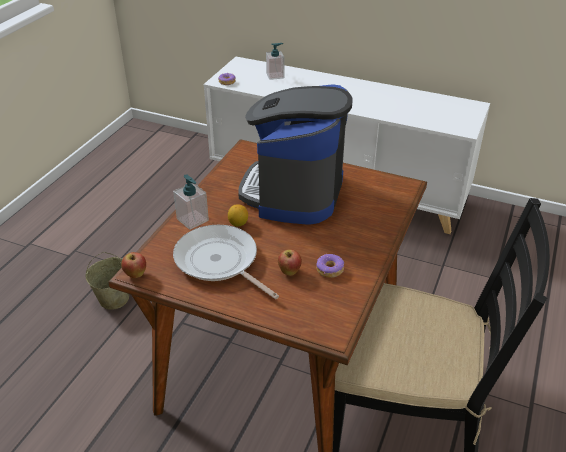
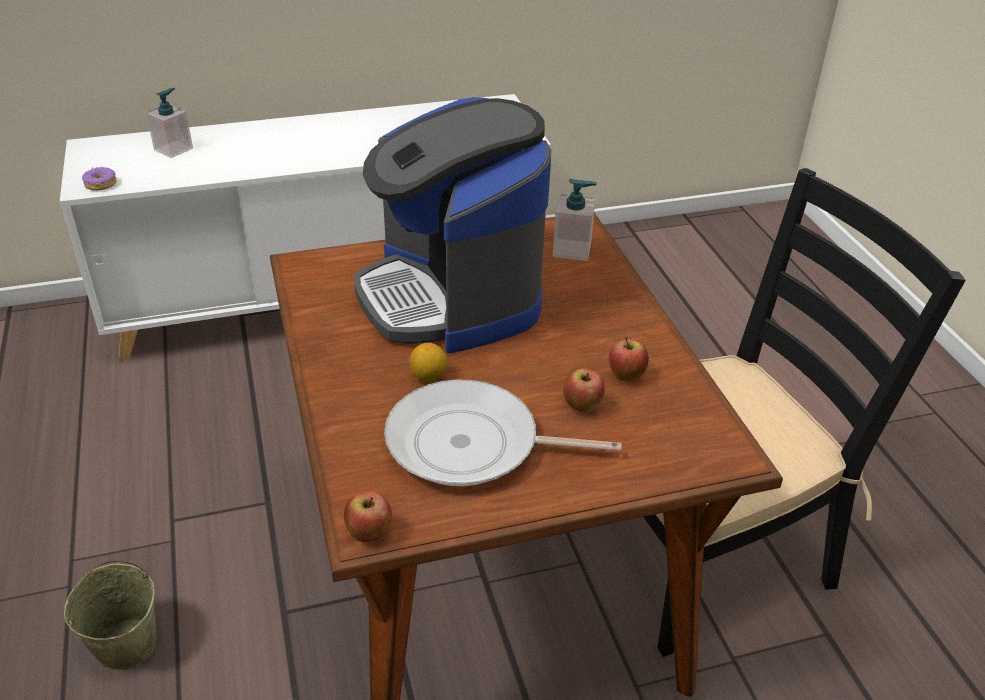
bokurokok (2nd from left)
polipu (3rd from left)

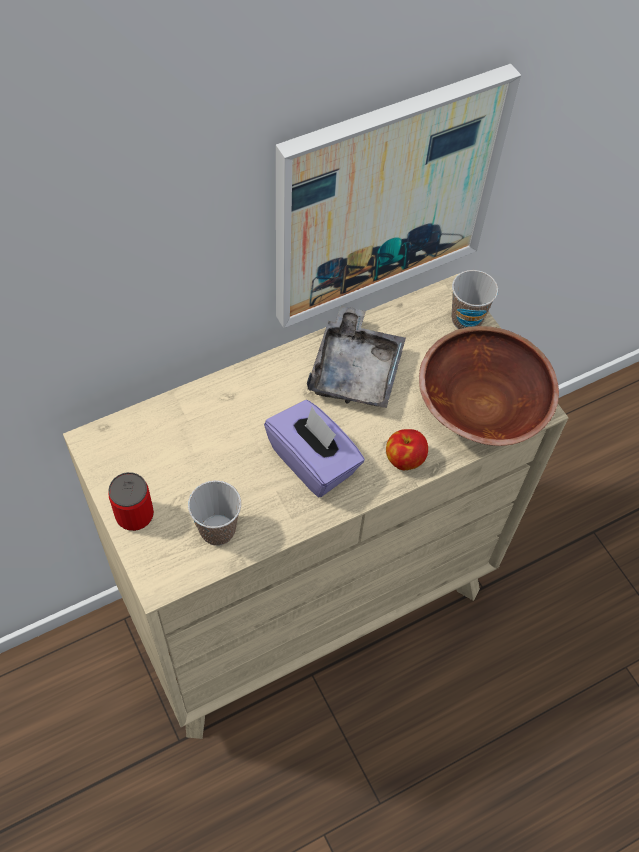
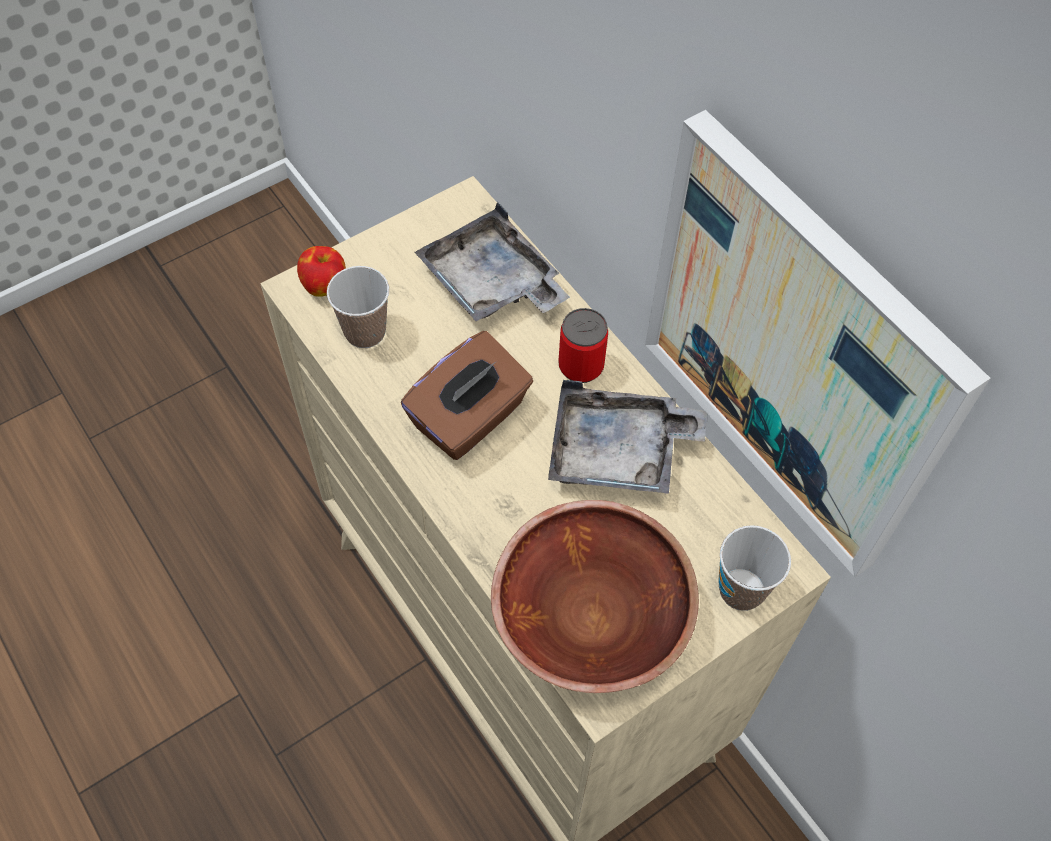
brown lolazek
polipu
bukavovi
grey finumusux (1st from left)

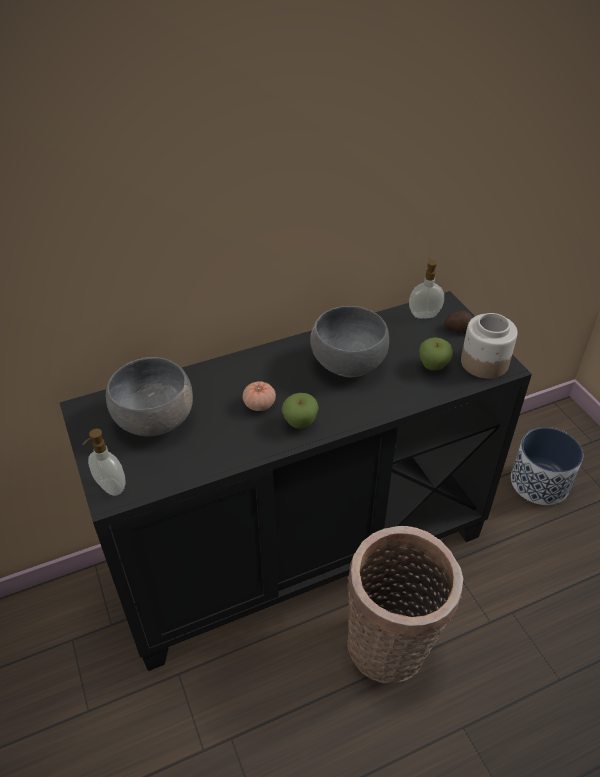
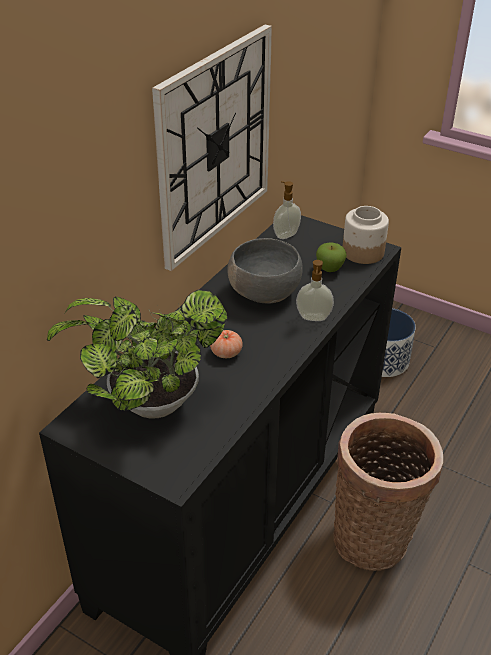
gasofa
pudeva
polipu (1st from left in the first image)
bokurokok (2nd from left)
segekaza

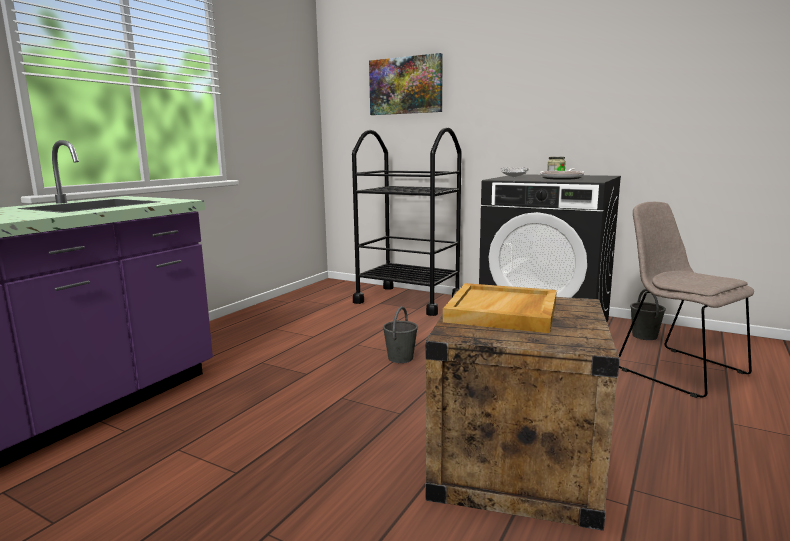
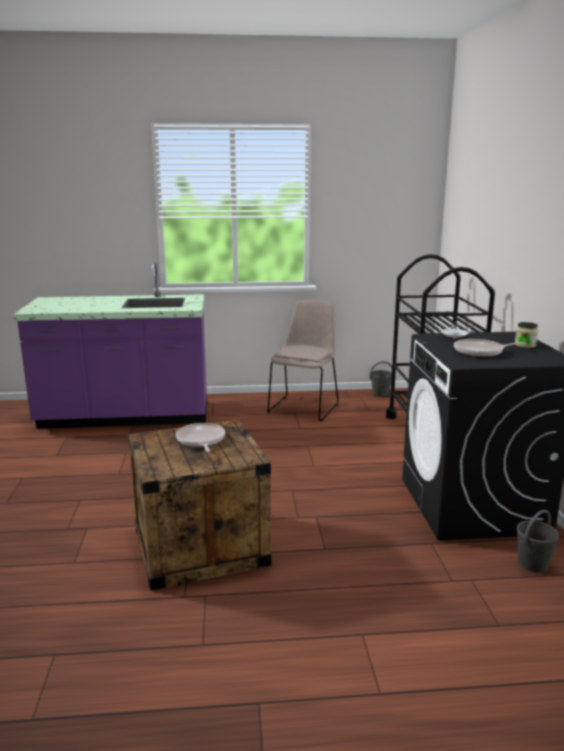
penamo
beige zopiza
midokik (1st from left)
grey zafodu (1st from left)

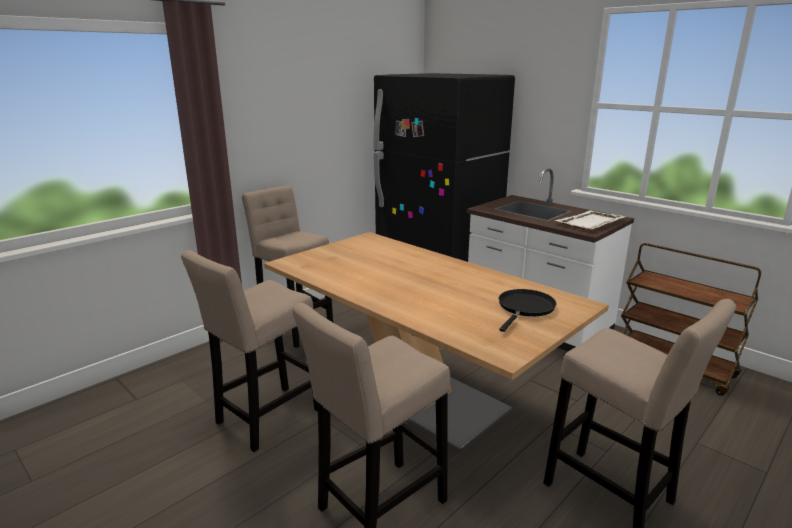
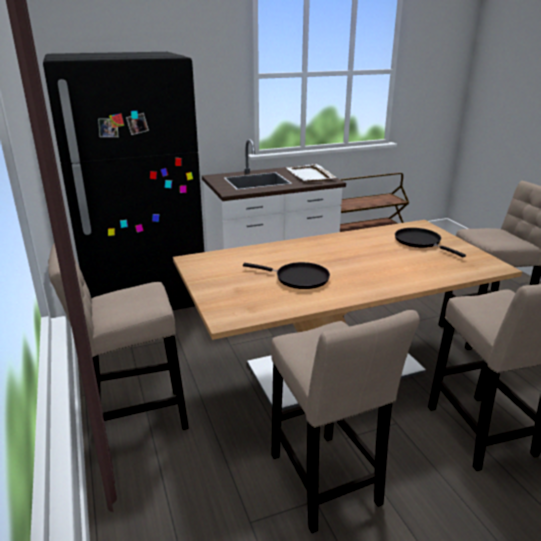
black midokik (1st from left)

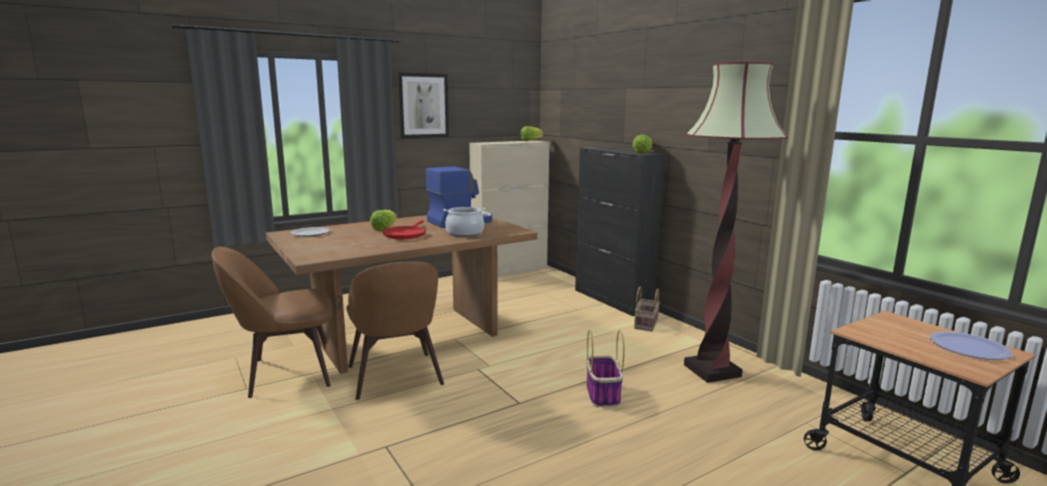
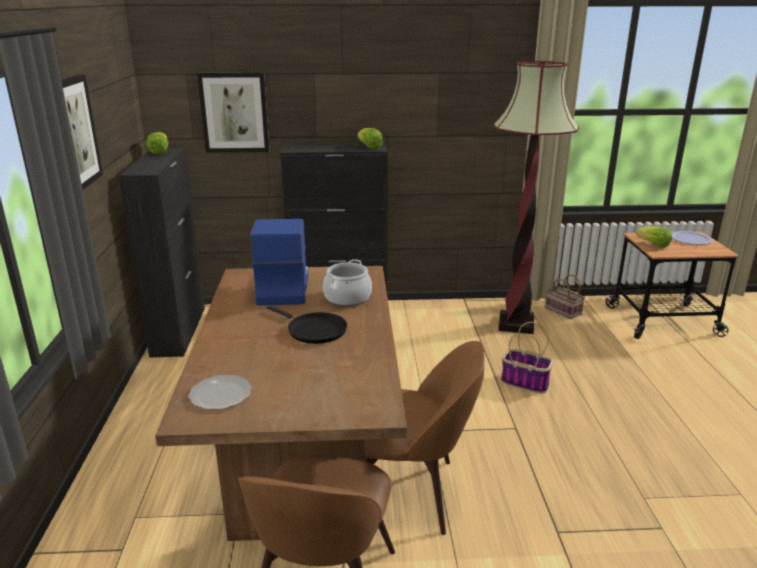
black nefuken (1st from left)
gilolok (3rd from left)
black midokik
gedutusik (2nd from left)
penamo (2nd from left)

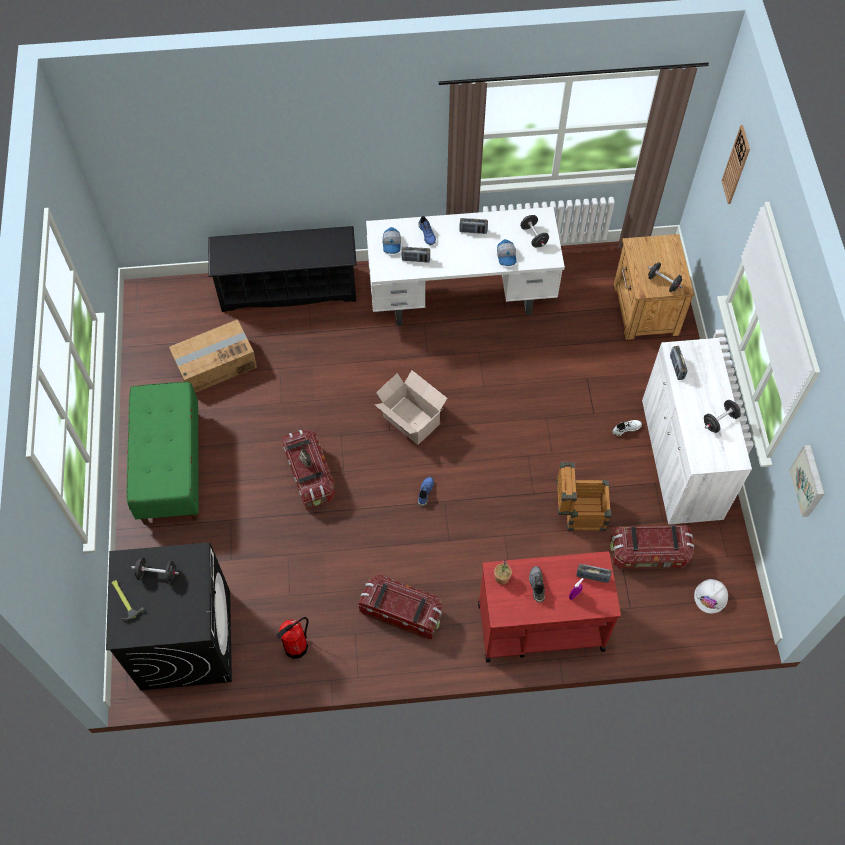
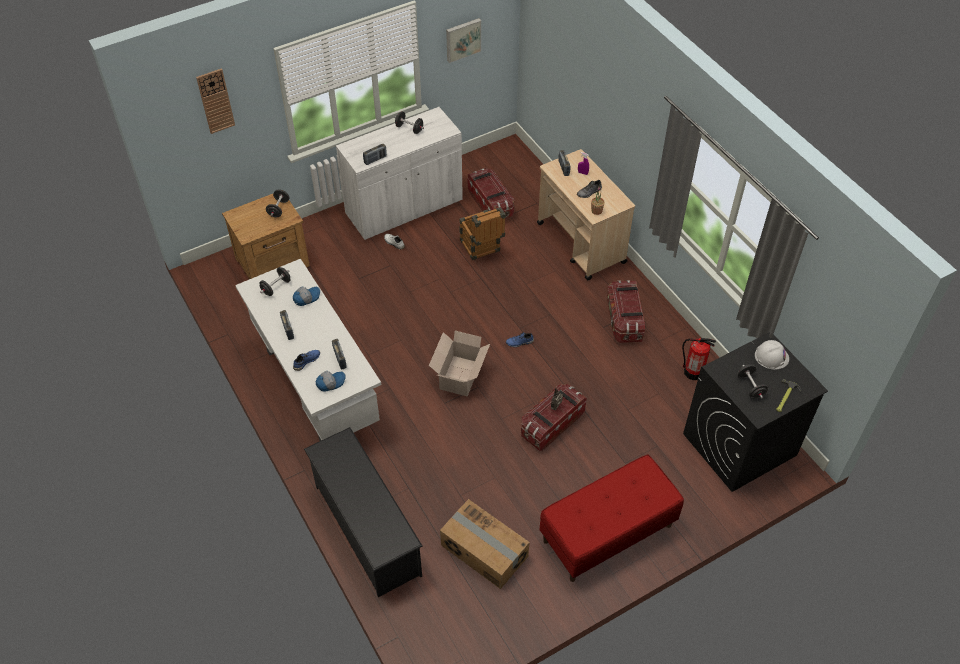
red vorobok
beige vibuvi
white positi

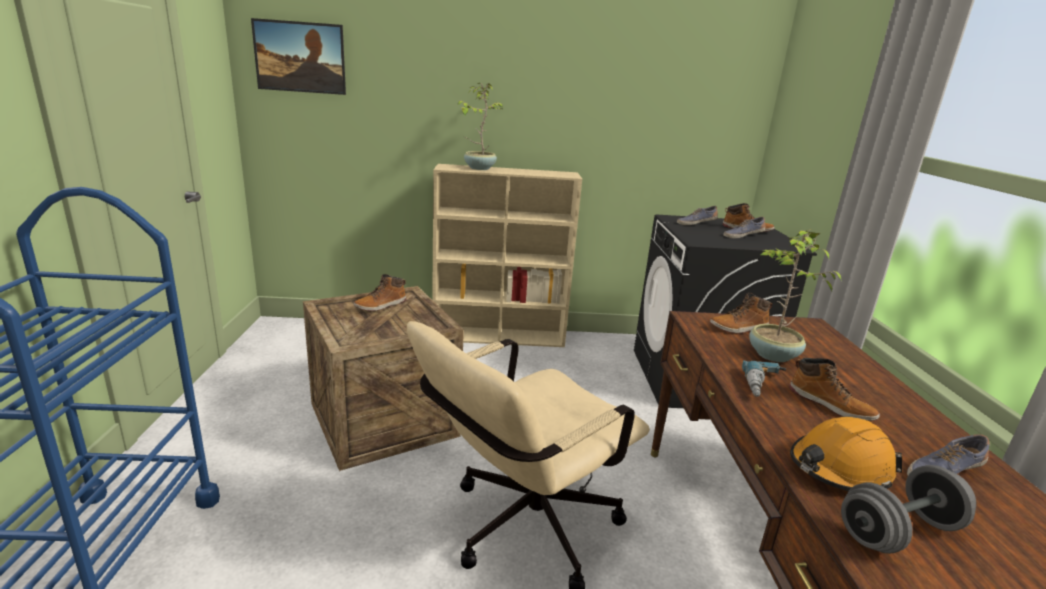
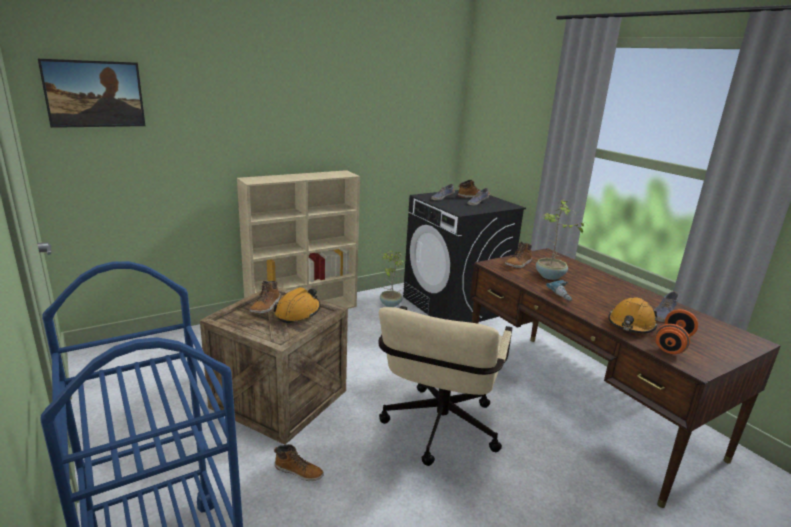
pudeva (1st from left)
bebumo (2nd from left)
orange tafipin
orange positi (1st from left)

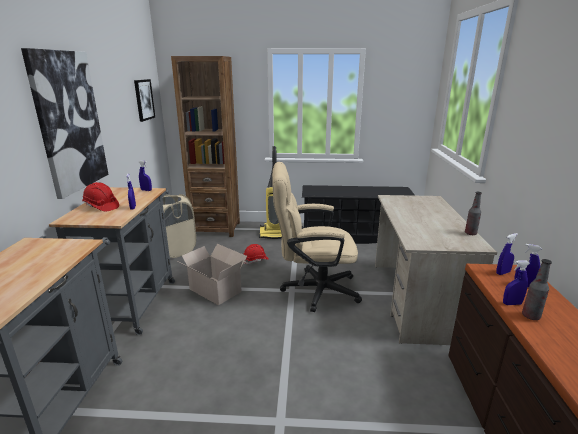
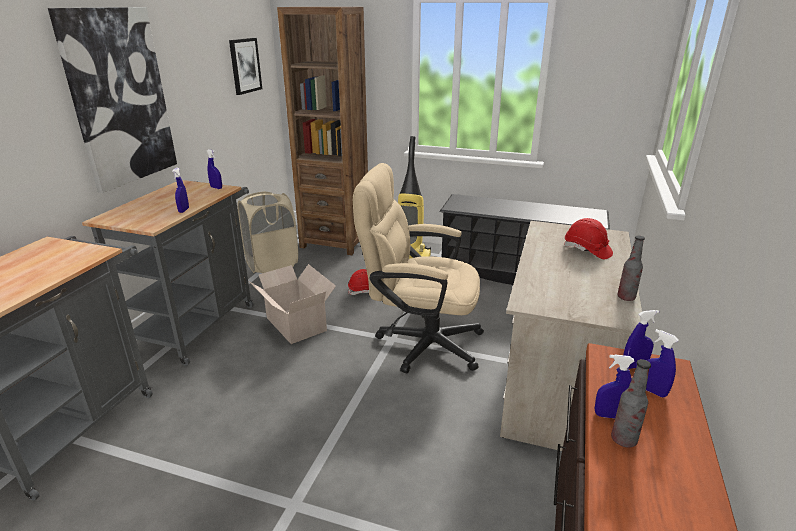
red positi (2nd from left)

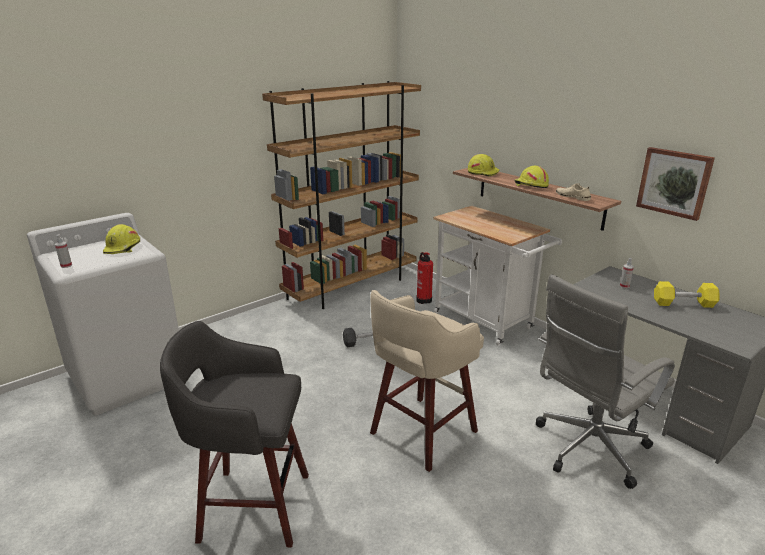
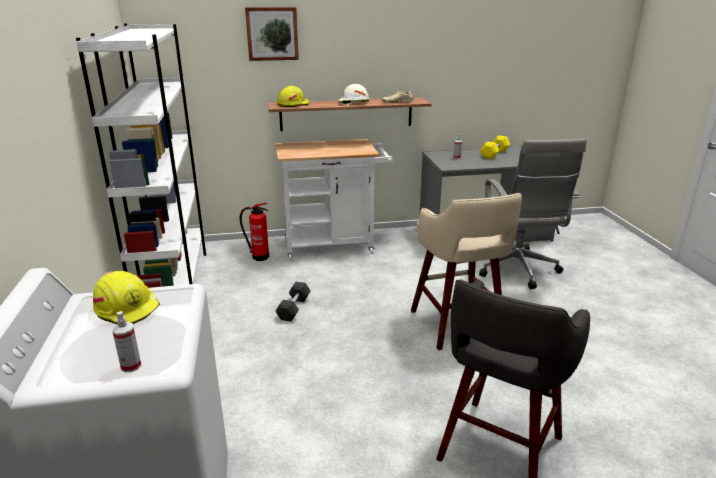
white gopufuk
penamo
white positi

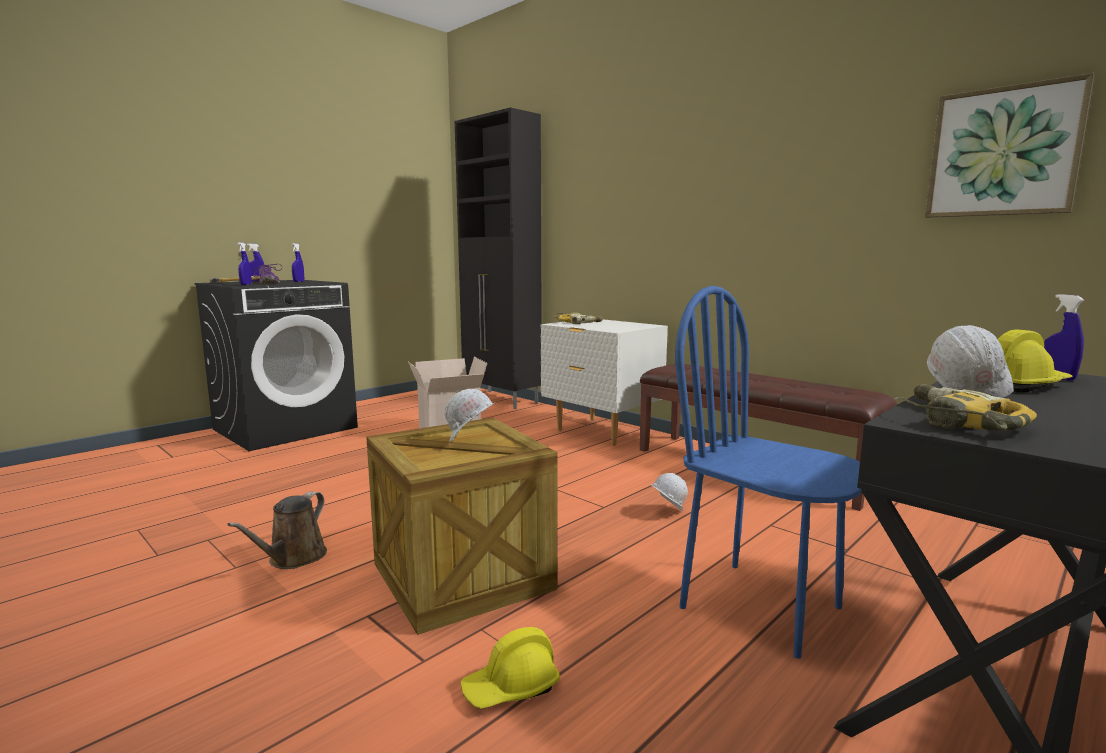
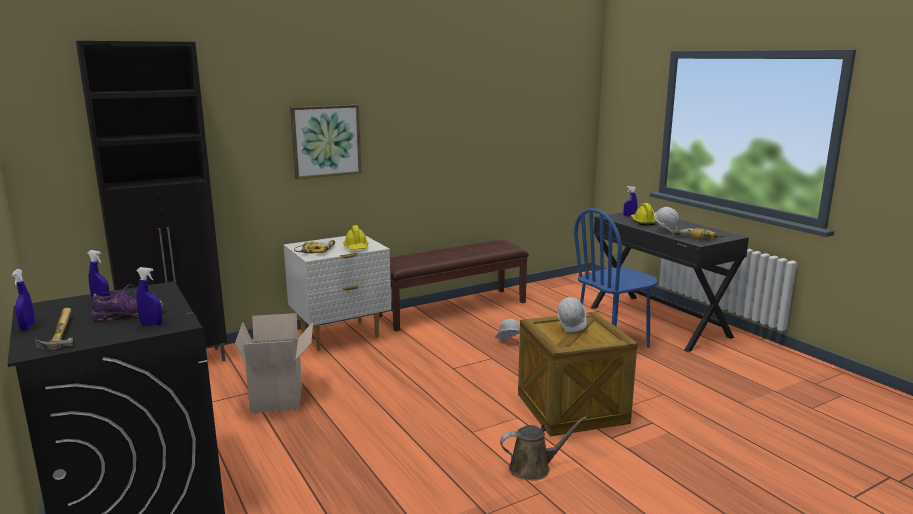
penamo
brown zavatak
yellow positi (1st from left)

